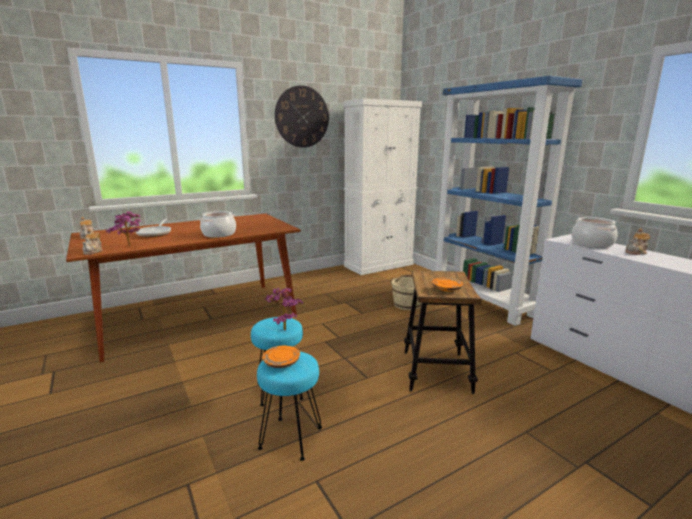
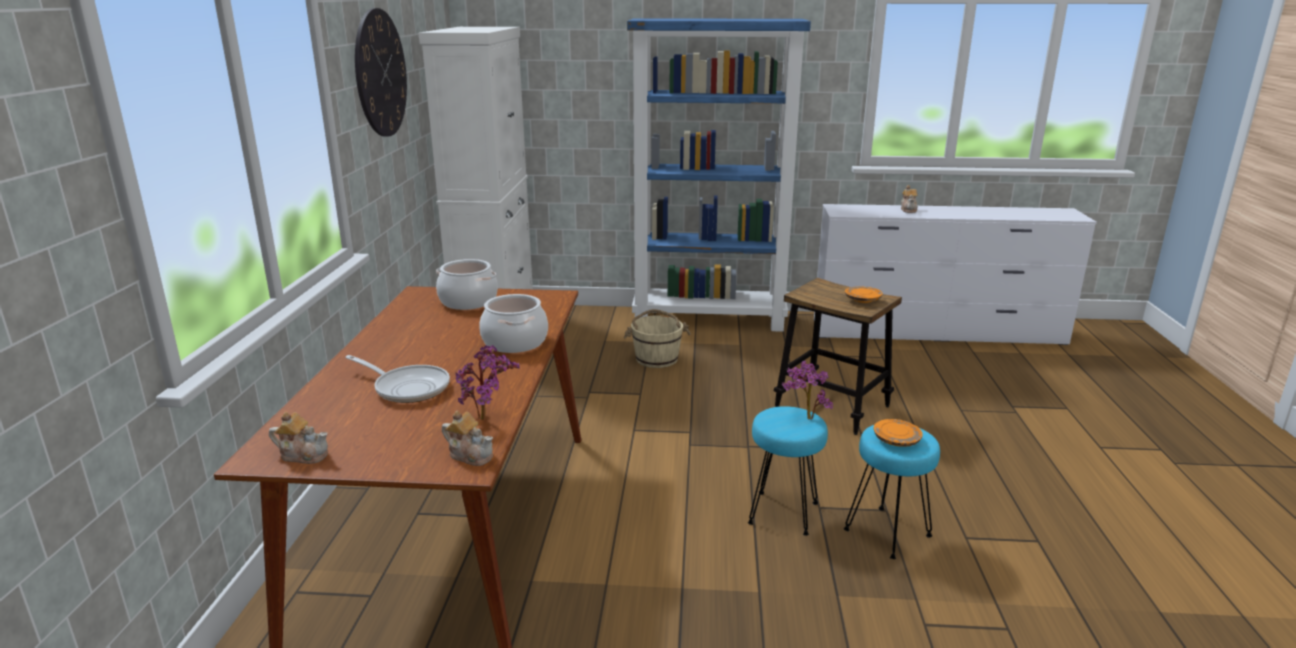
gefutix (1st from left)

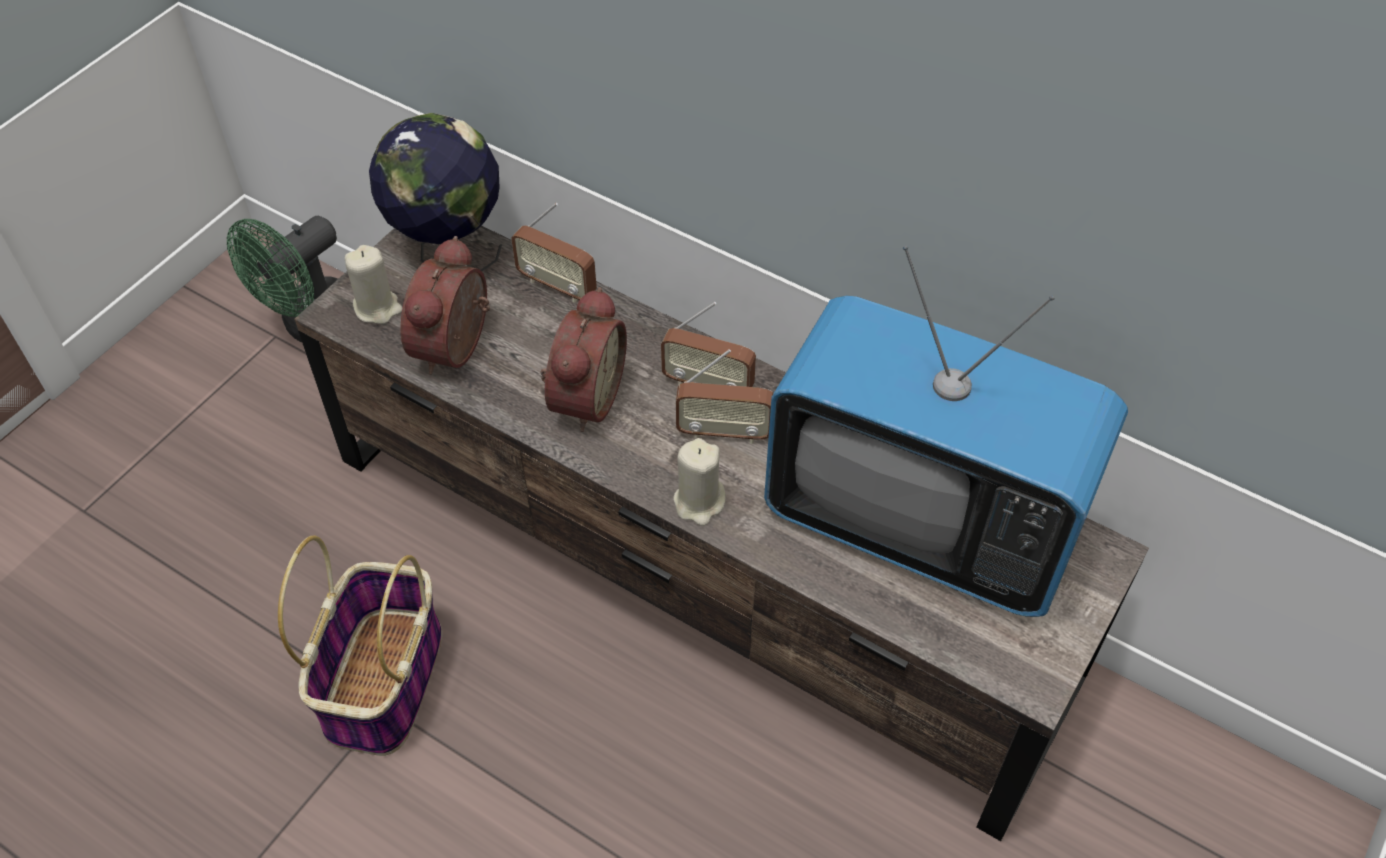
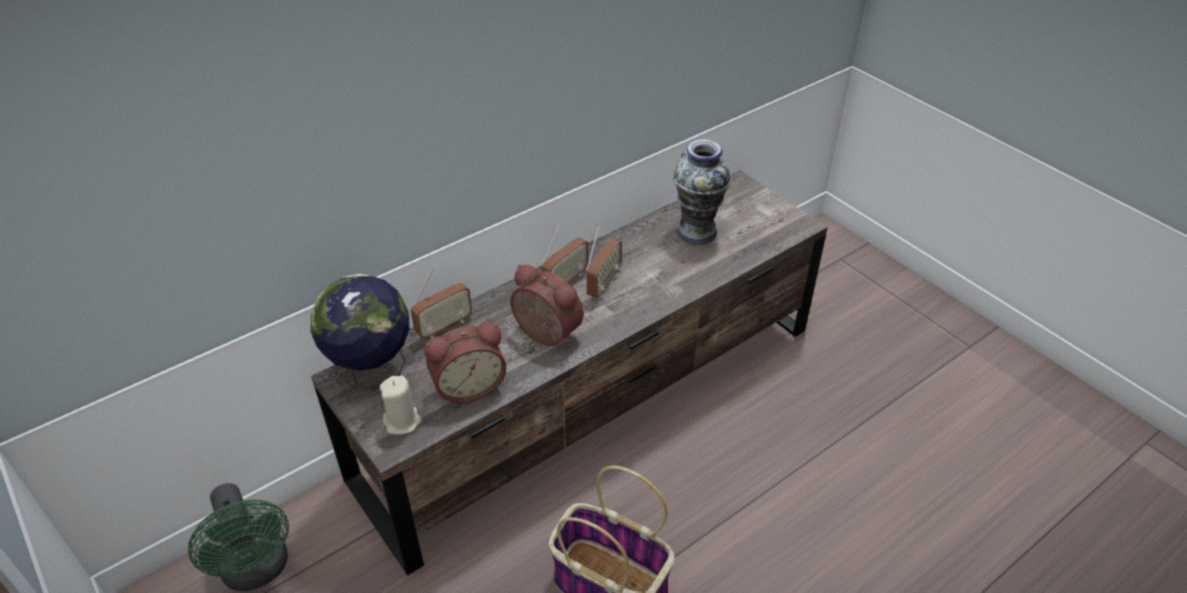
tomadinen (1st from left)
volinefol
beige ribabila (2nd from left in the first image)

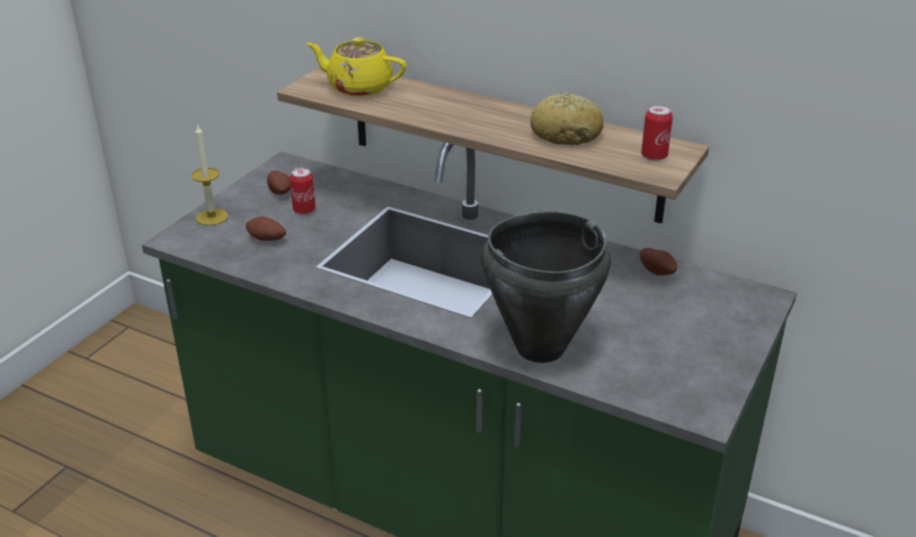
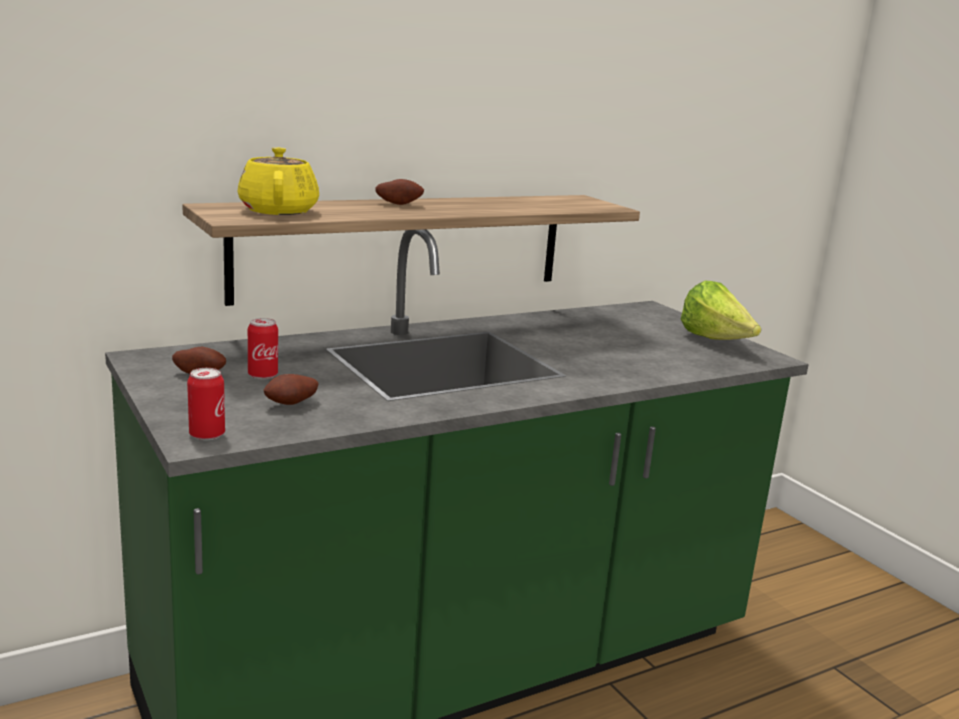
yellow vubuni
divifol
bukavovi (1st from left)
ribabila
black gefutix
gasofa (3rd from left)
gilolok

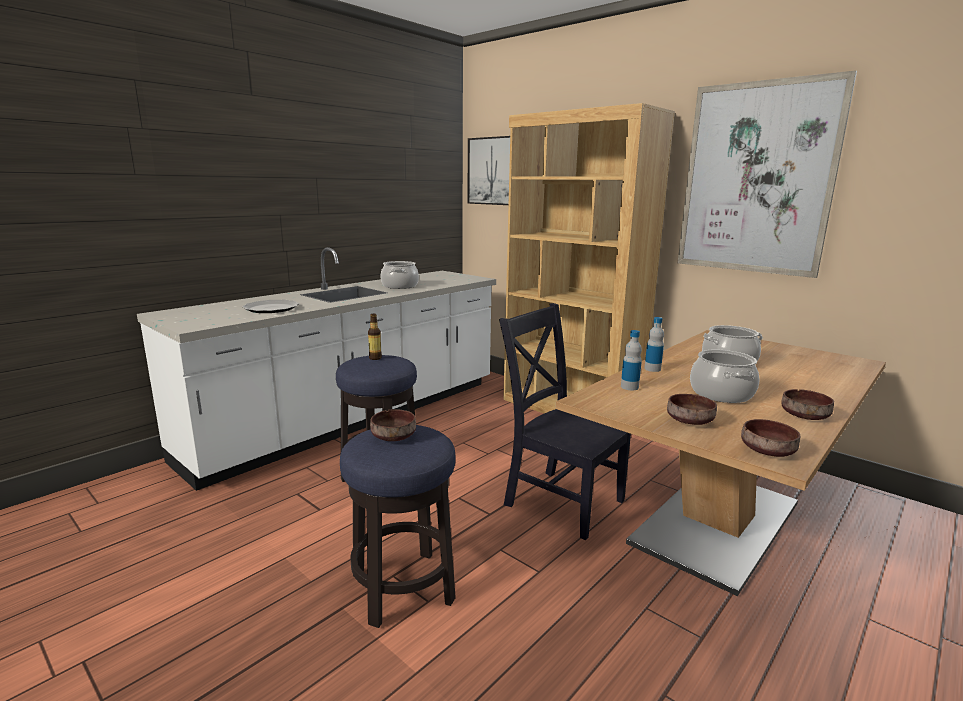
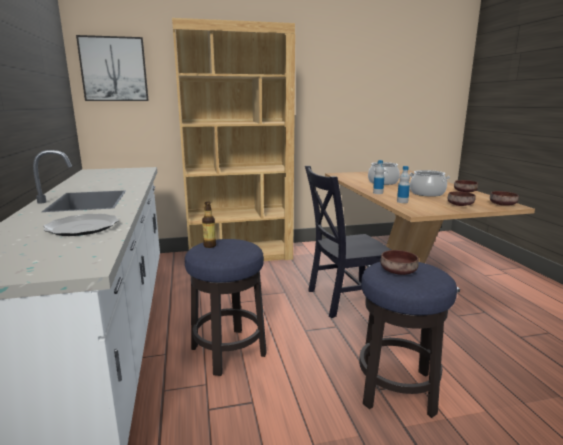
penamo (2nd from left in the first image)
gefutix (1st from left in the first image)

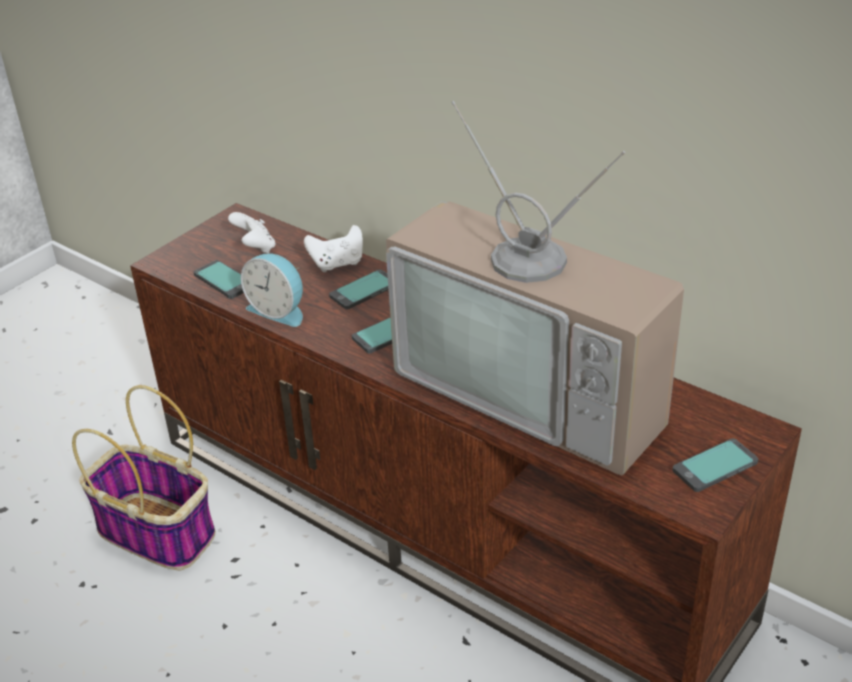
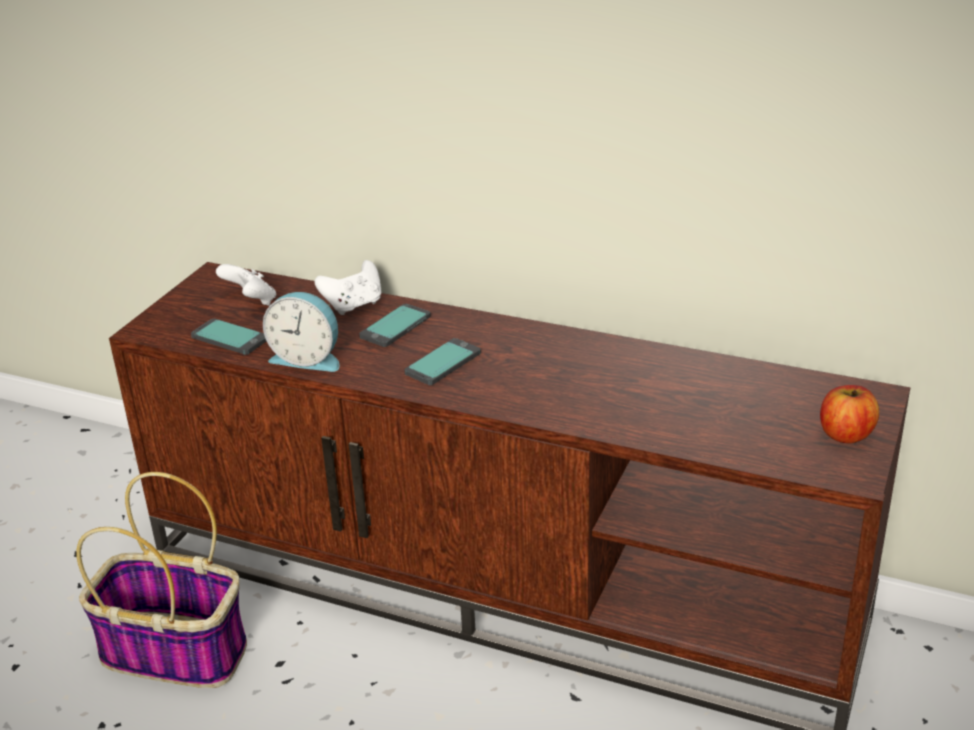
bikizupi
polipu

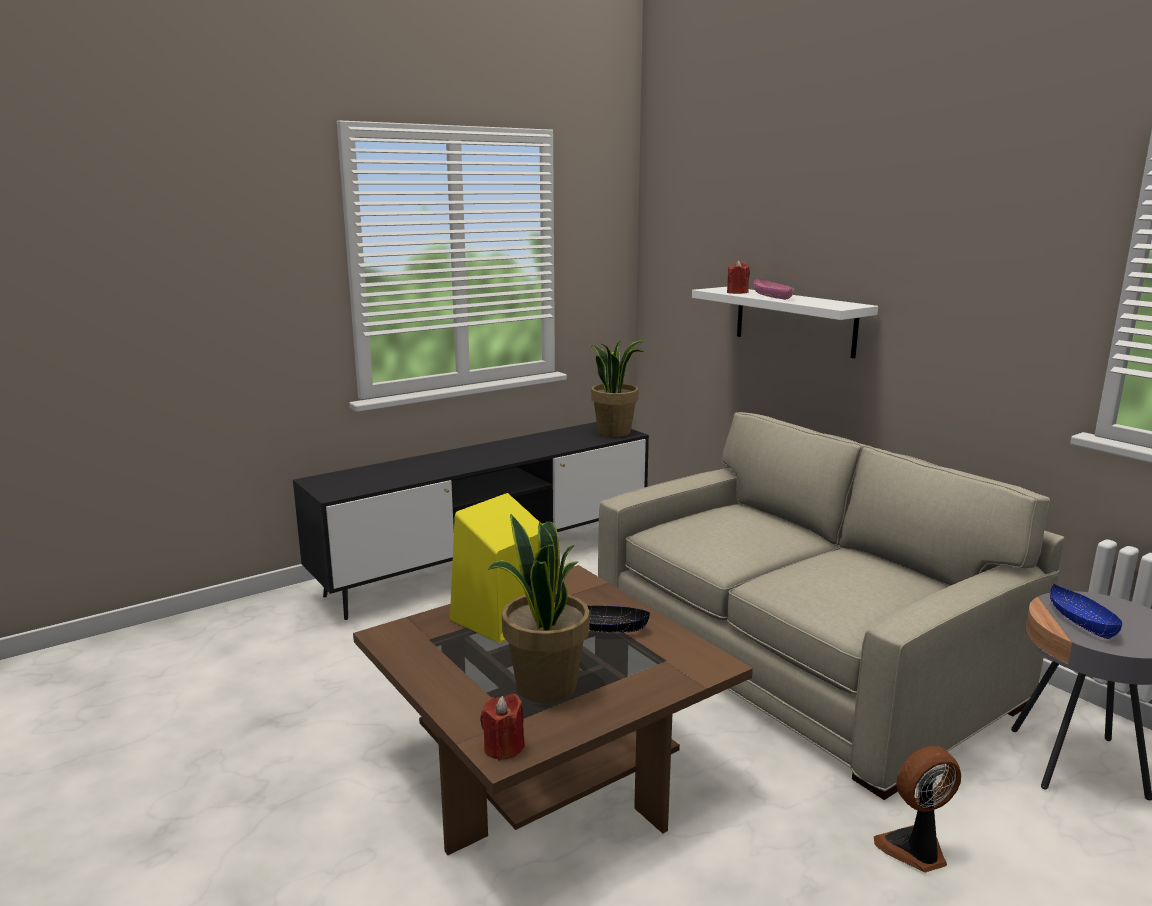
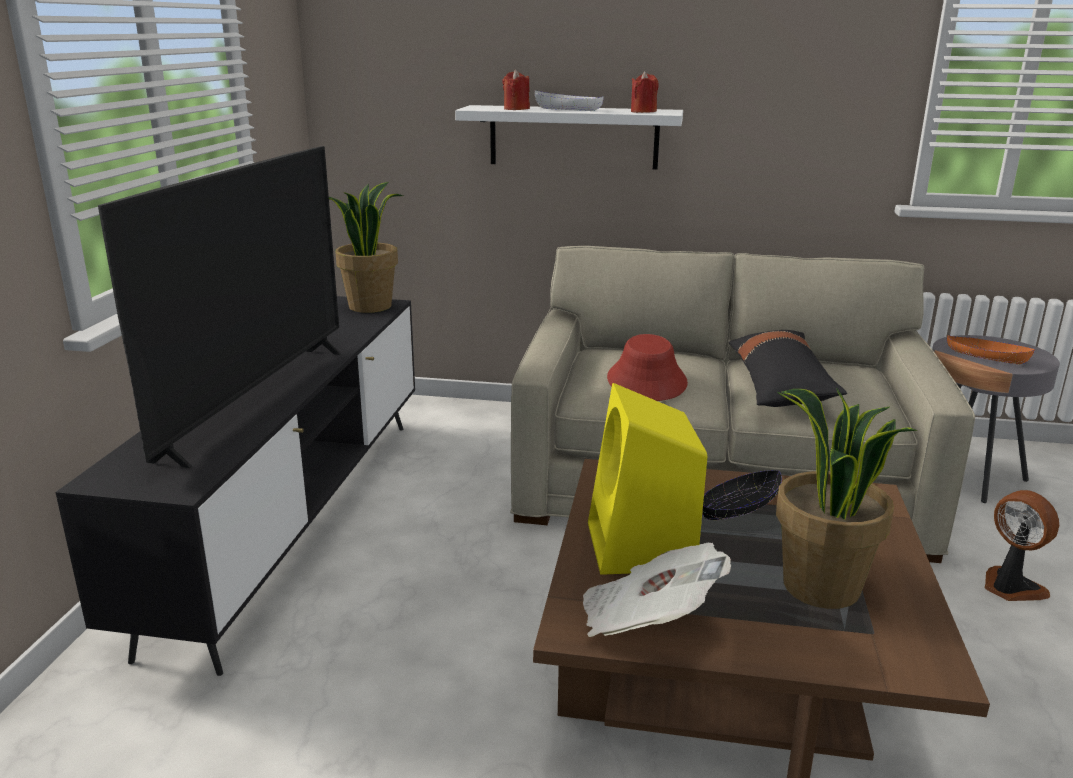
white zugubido
orange zugubido
red ribabila (2nd from left)
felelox
bikizupi
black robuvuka
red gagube
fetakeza

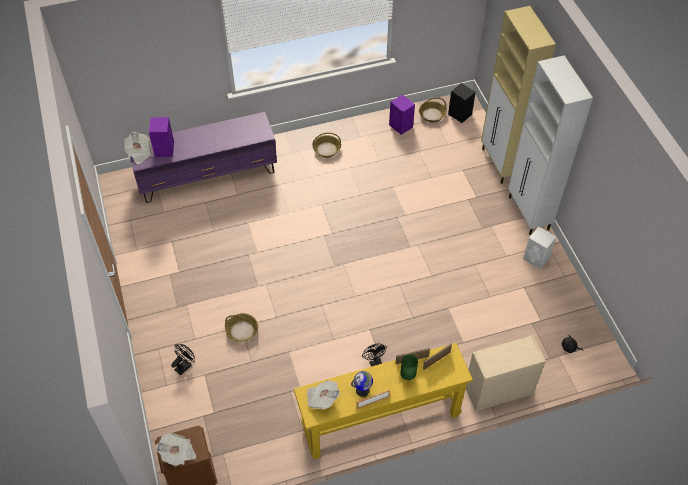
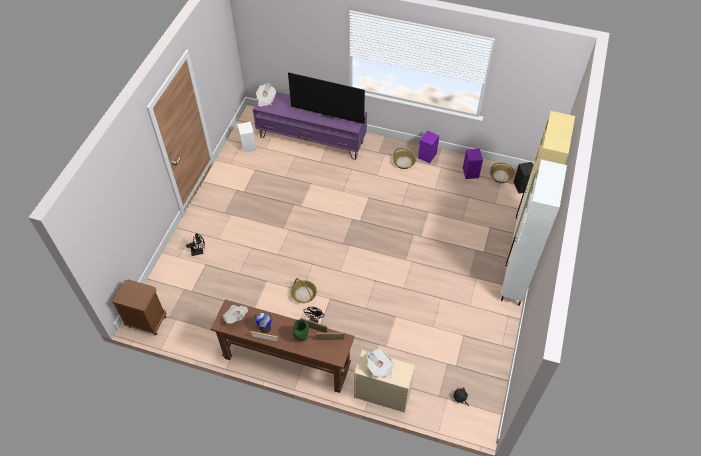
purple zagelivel (1st from left)
white zagelivel
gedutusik (1st from left)
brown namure
fetakeza (3rd from left)
bikizupi

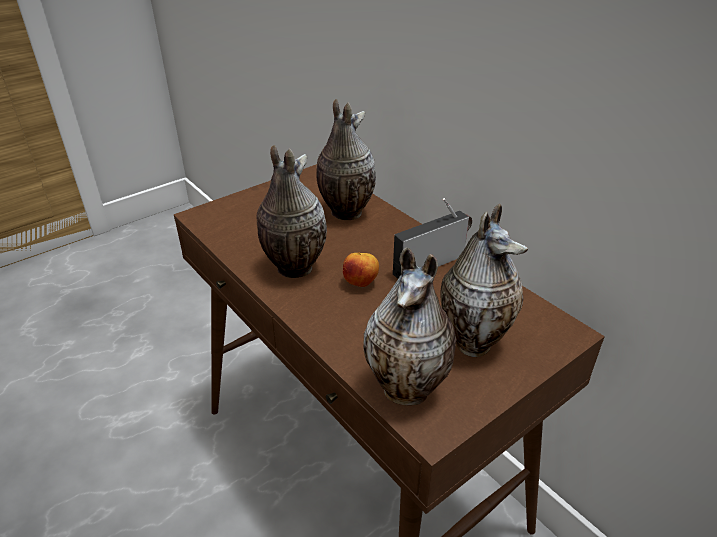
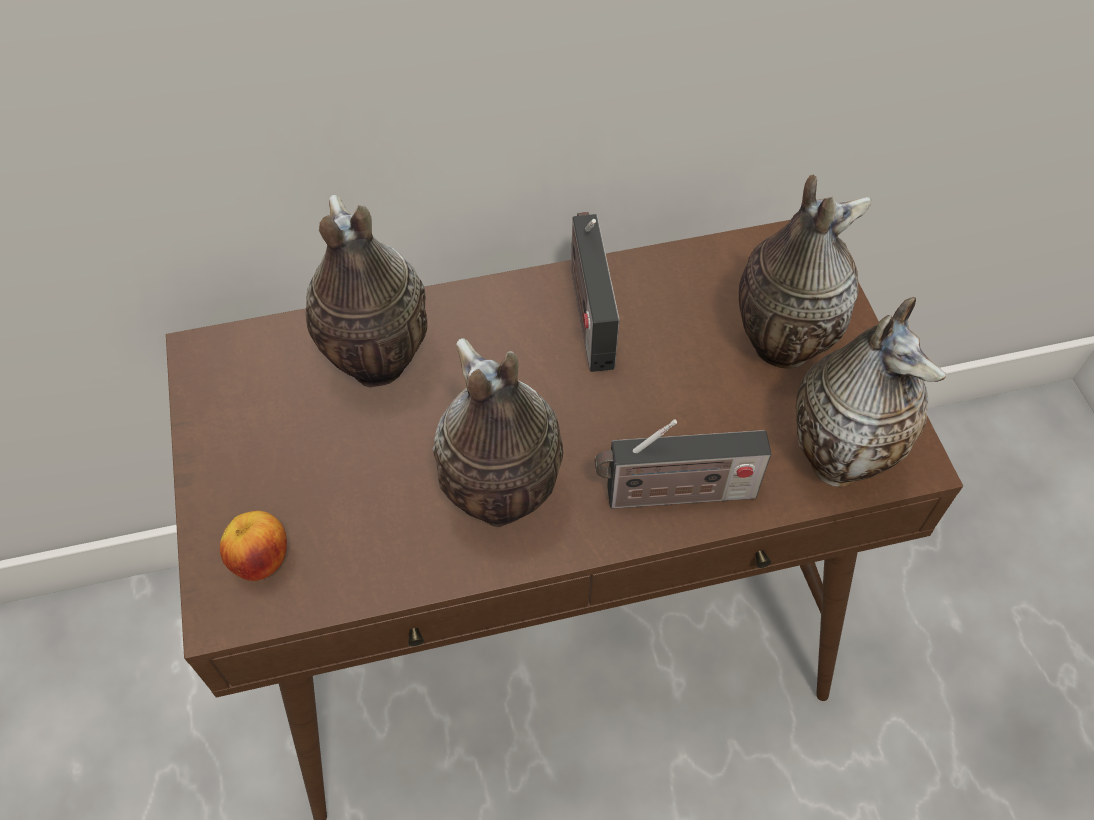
polipu
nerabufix (2nd from left)

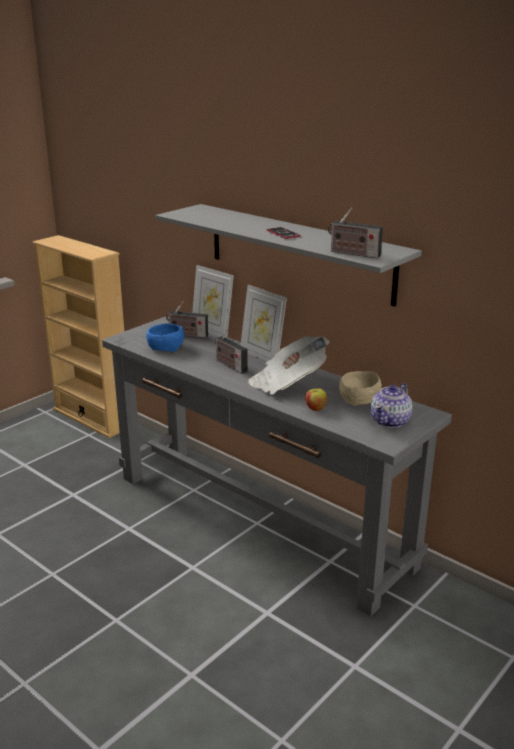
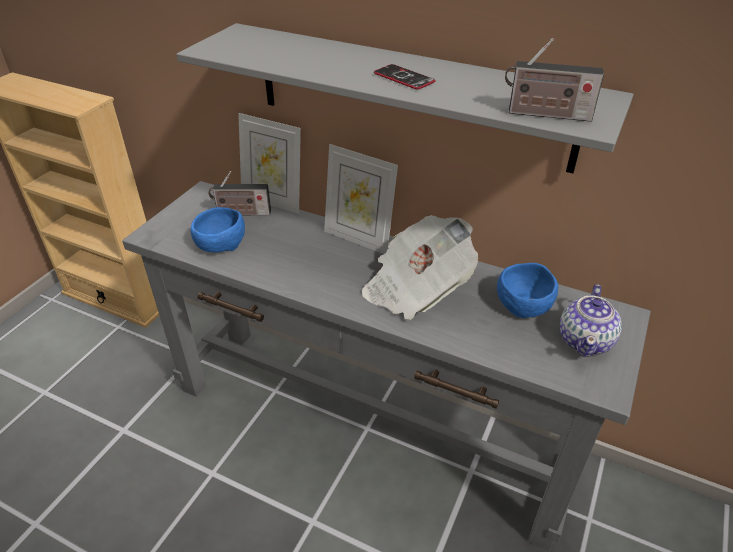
nerabufix (2nd from left in the first image)
blue zugubido (2nd from left)
polipu

